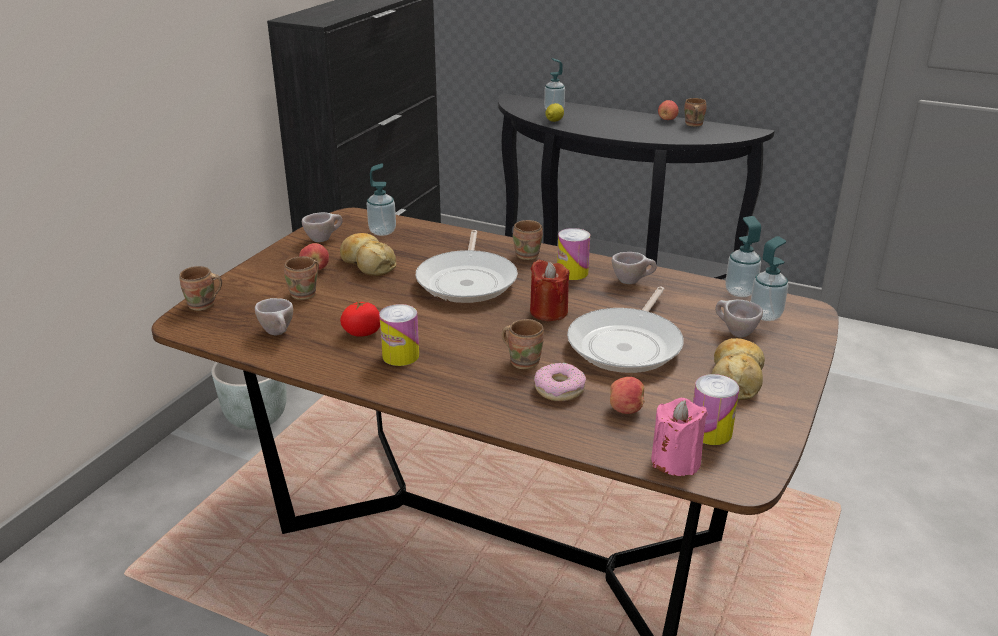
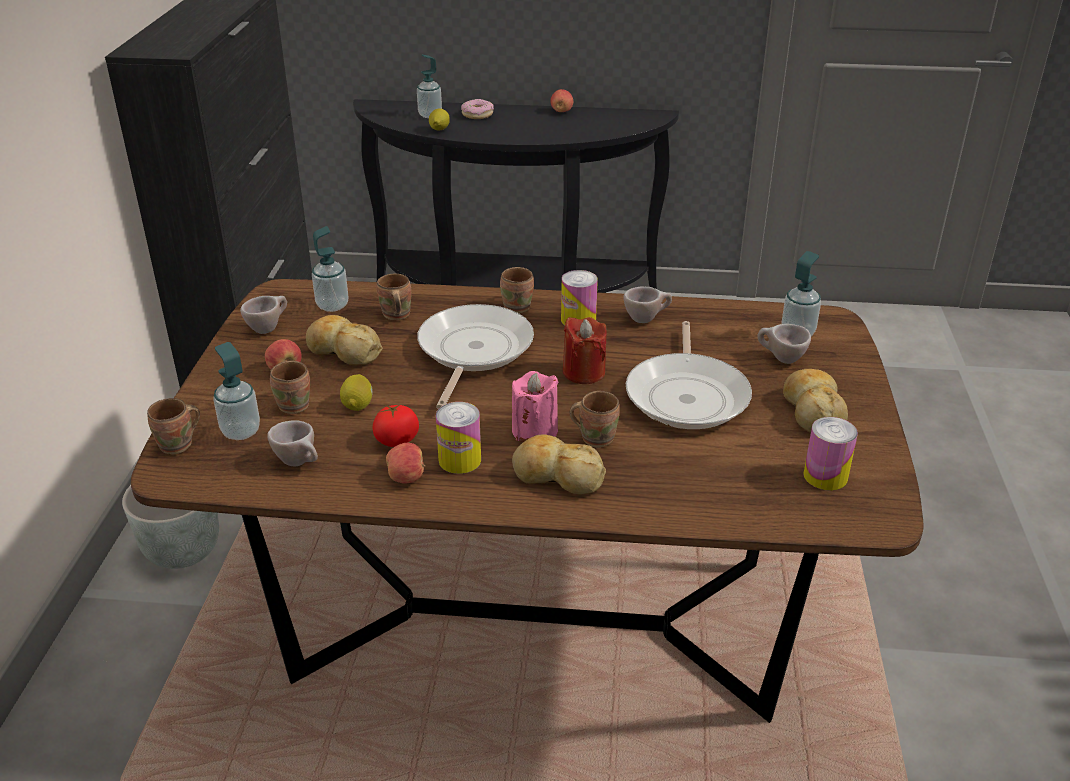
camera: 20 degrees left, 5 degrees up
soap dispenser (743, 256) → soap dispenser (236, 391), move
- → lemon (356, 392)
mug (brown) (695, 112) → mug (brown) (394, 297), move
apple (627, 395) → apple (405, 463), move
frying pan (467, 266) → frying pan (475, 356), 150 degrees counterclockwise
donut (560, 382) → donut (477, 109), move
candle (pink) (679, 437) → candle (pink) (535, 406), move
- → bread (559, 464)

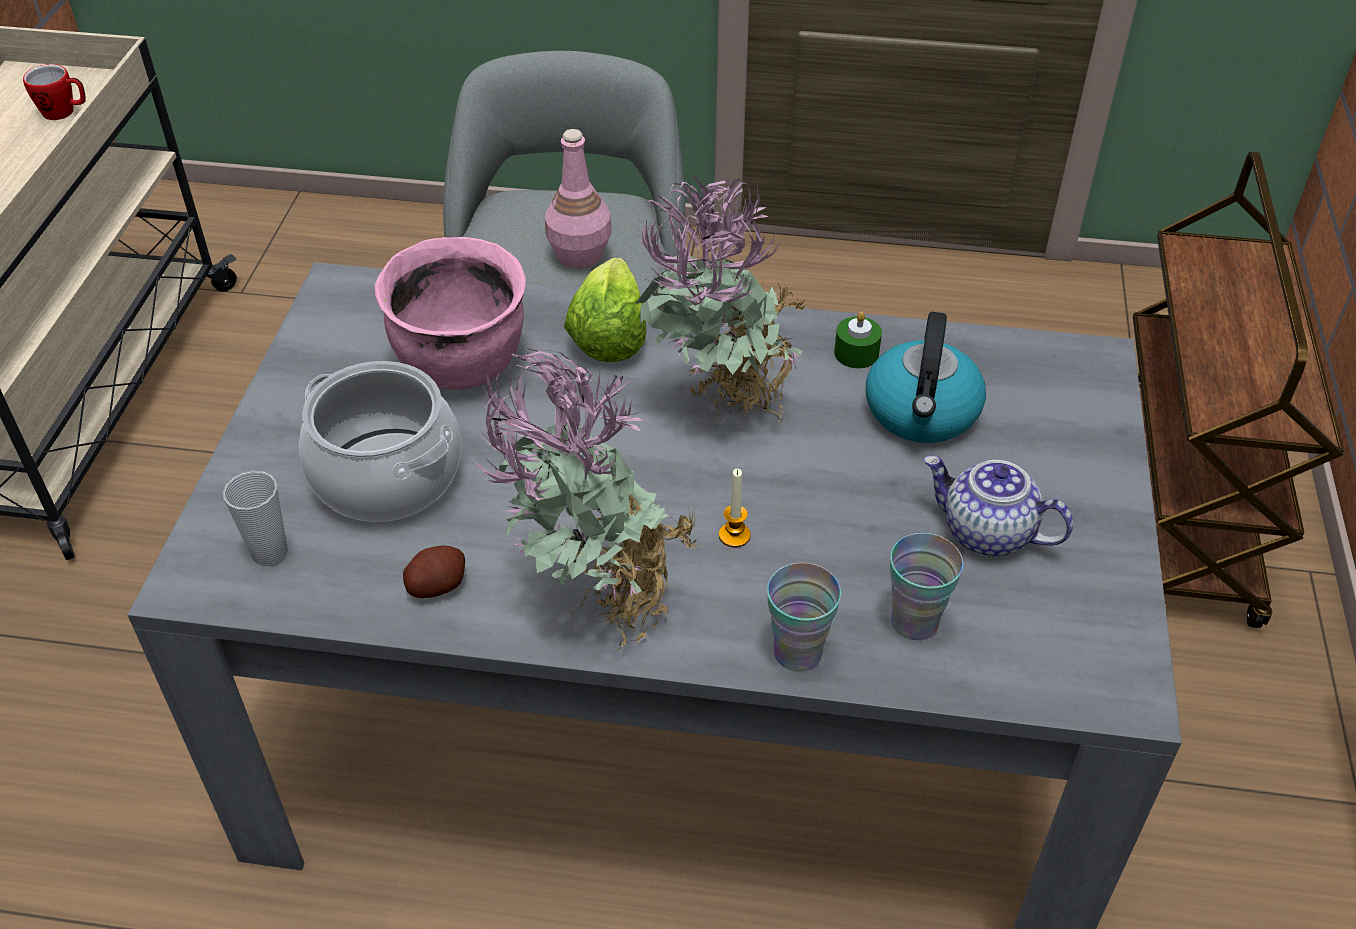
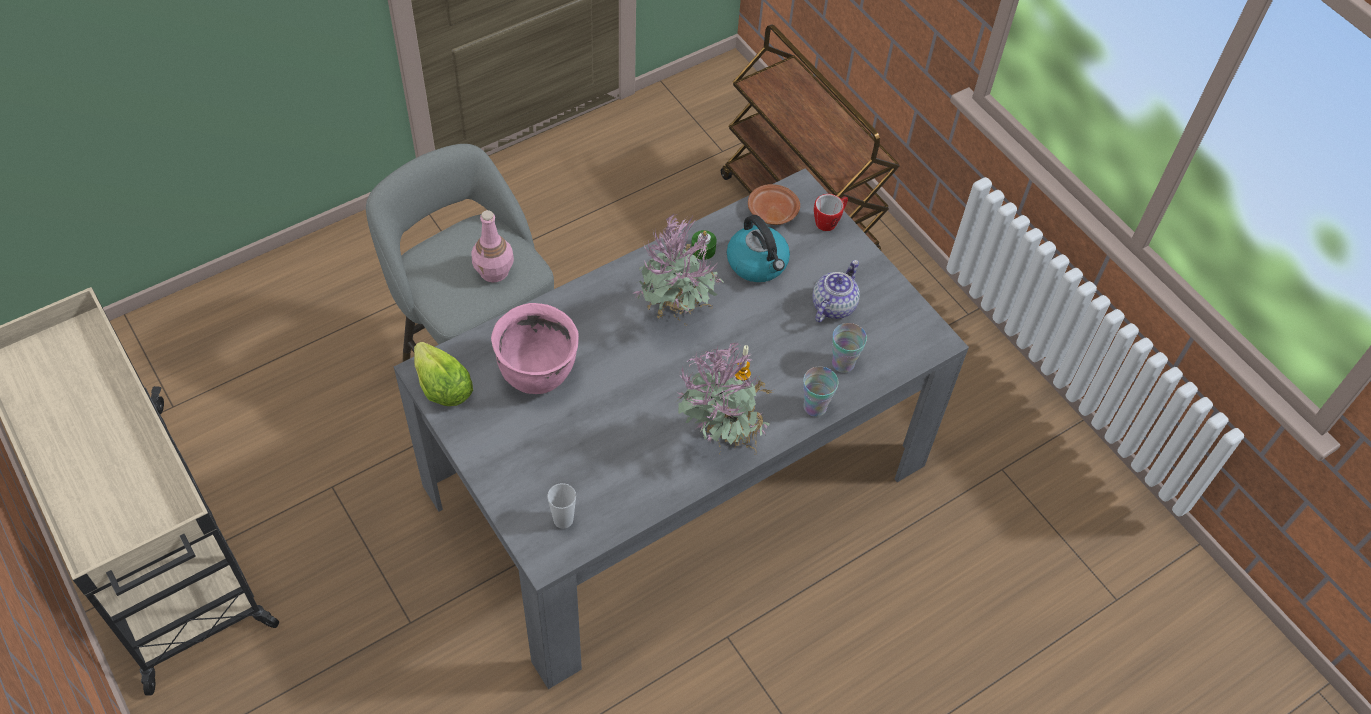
camera: 45 degrees left, 10 degrees up
lettuce (605, 310) → lettuce (443, 374), move
- → plate (brown) (774, 204)
teapot (998, 505) → teapot (836, 291), 135 degrees clockwise
mug (54, 92) → mug (831, 212), move
cooking pot (380, 441) → -
potato (434, 571) → -

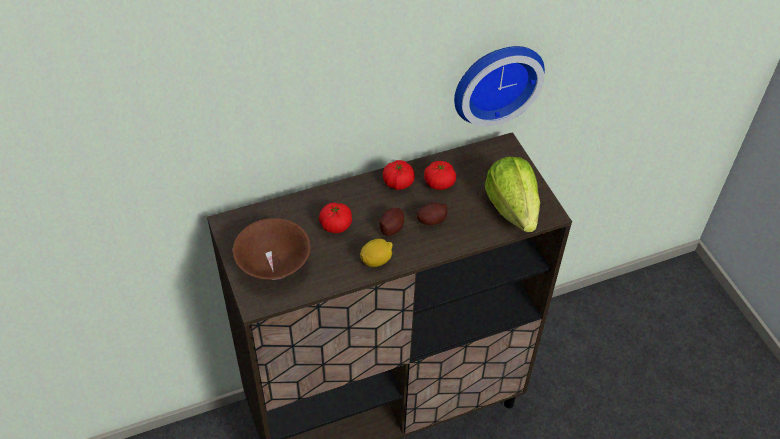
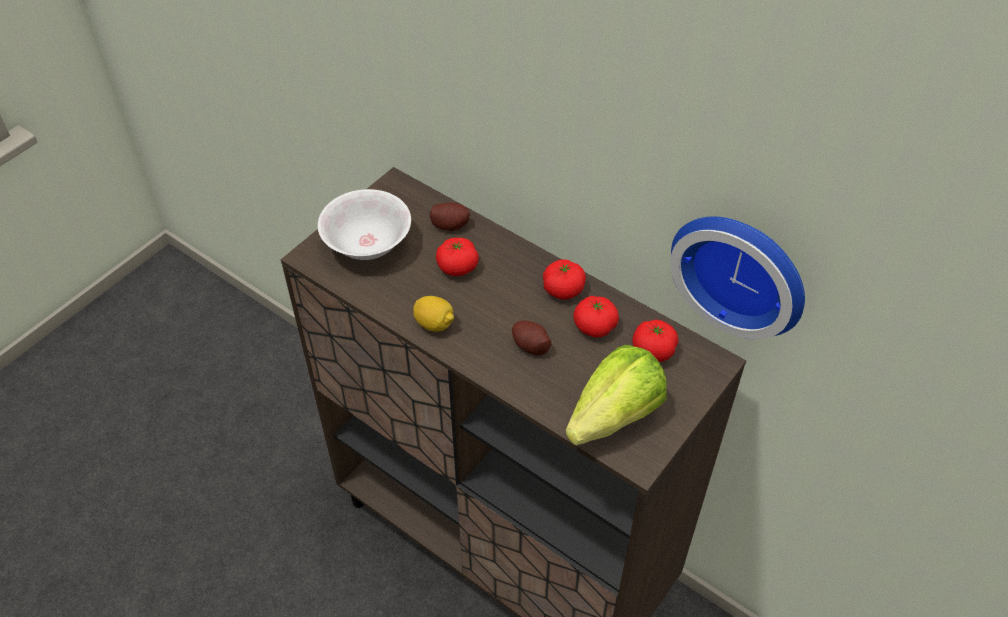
camera: 60 degrees right, 0 degrees up
bowl (brown) (272, 249) → bowl (white) (364, 224)
potato (392, 222) → potato (450, 216), move
- → tomato (655, 340)

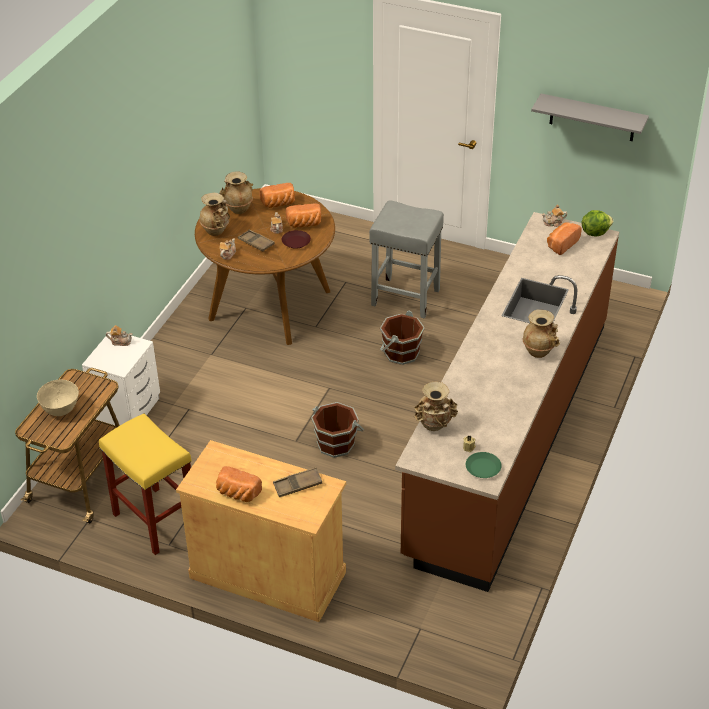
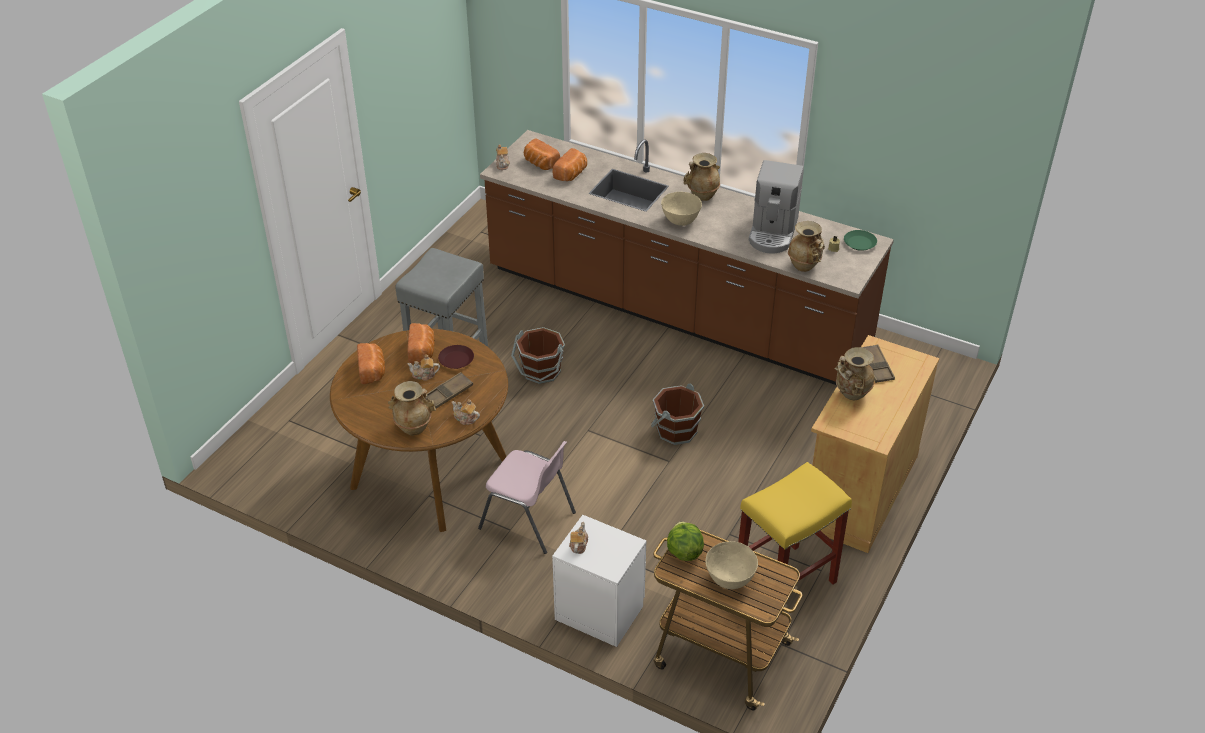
camera: 85 degrees left, 0 degrees up
- → chair (pink) (527, 497)
bread (239, 484) → bread (570, 164), move
- → bowl (beige) (681, 209)
lettuce (597, 223) → lettuce (685, 541), move
- → coffee machine (776, 206)
vase (beige) (237, 192) → vase (beige) (854, 373), move
shelf (grey) (590, 117) → -

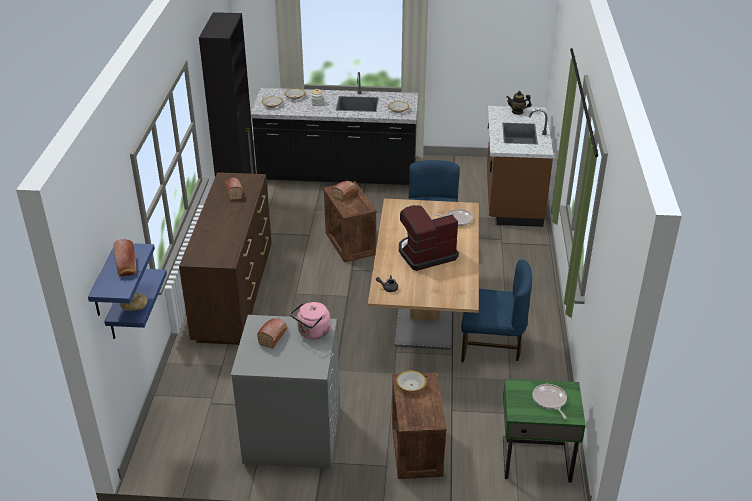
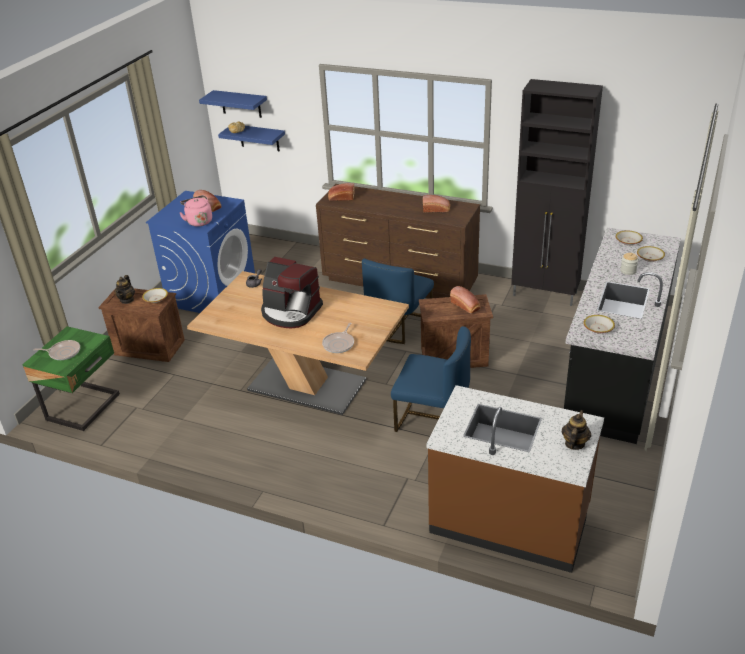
camera: 110 degrees right, 0 degrees up
- → teapot (124, 289)
washing machine (grey) (285, 392) → washing machine (blue) (200, 252)
coffee machine (429, 238) → coffee machine (292, 293), 120 degrees clockwise
bread (125, 258) → bread (341, 192), move
chair (blue) (496, 311) → chair (blue) (398, 301), move

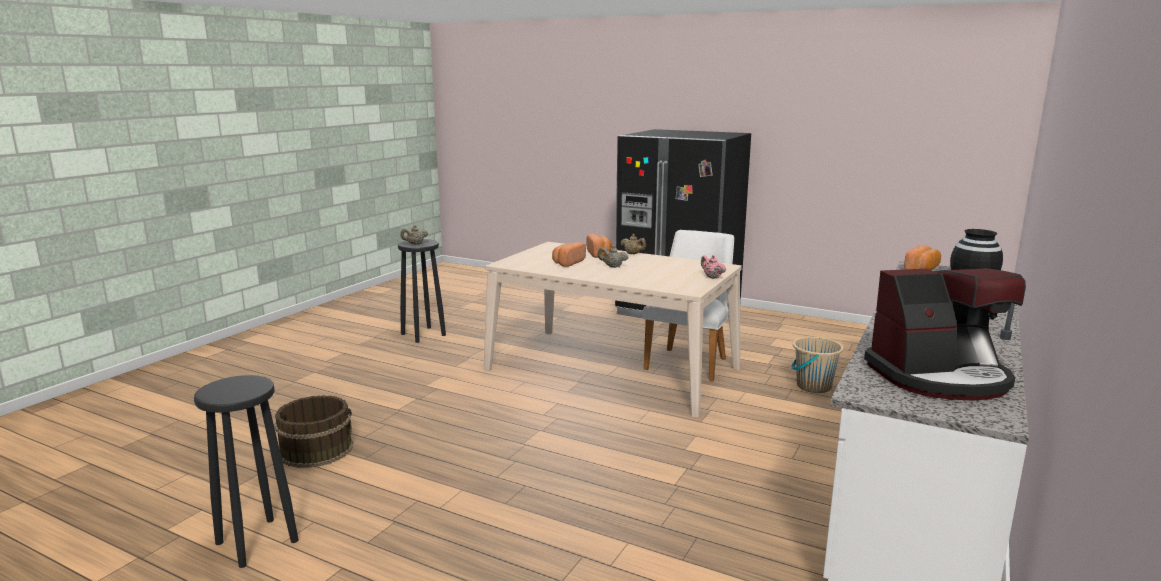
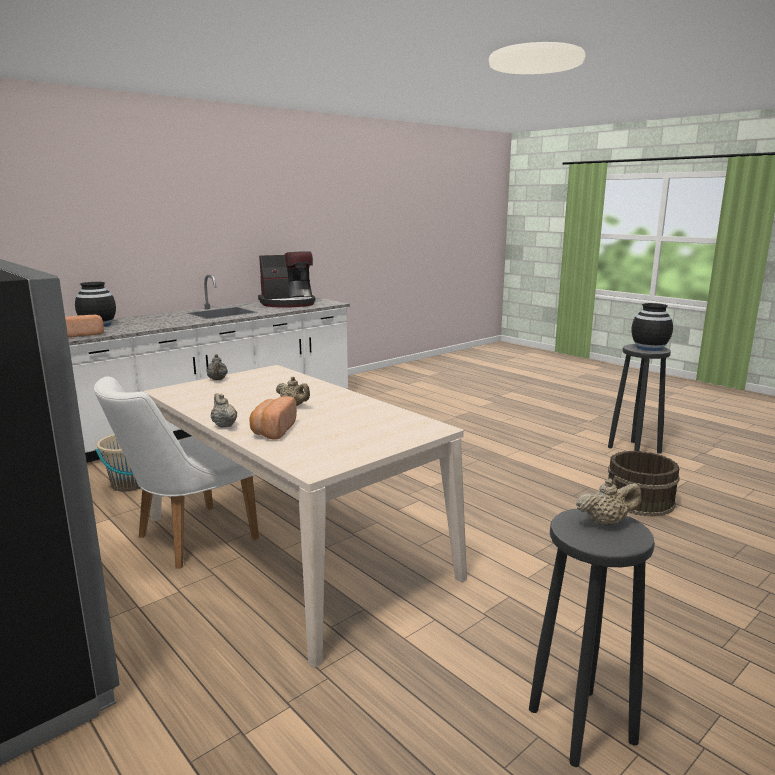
camera: 160 degrees left, 0 degrees up
teapot (pink) (713, 267) → teapot (grey) (217, 367)
coffee machine (945, 334) → coffee machine (286, 279), 150 degrees clockwise
- → vase (black) (652, 327)
bread (569, 254) → -

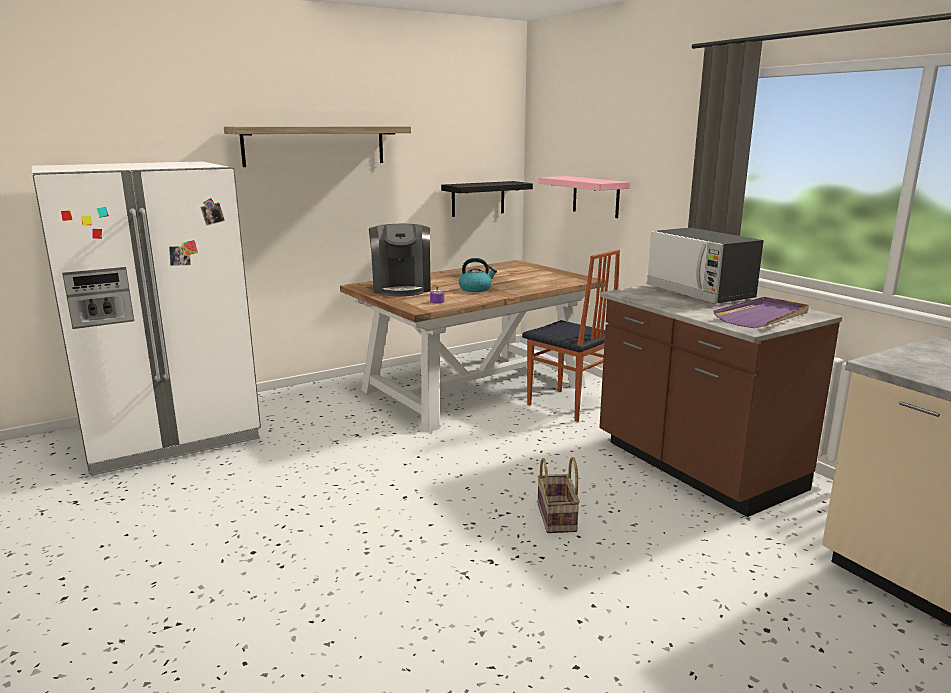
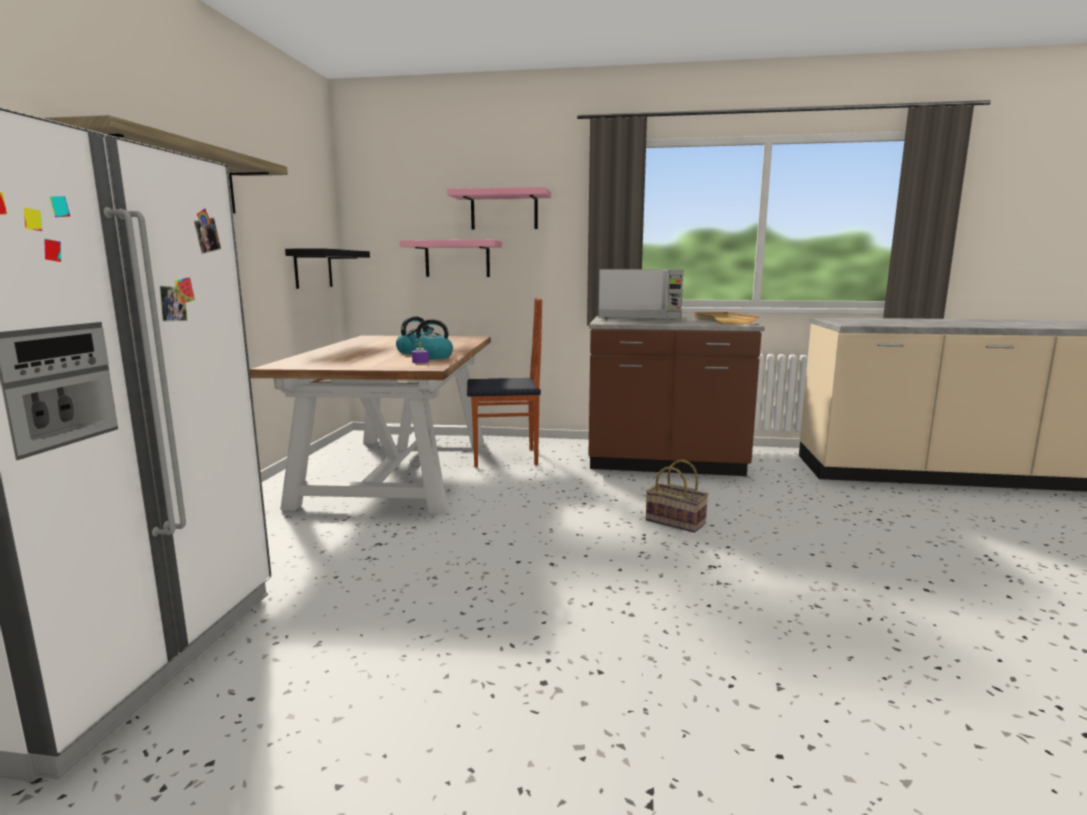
camera: 50 degrees left, 5 degrees down
- → kettle (430, 339)
- → shelf (pink) (499, 208)
tray (purple) (761, 312) → tray (beige) (726, 318)
coffee machine (400, 260) → -

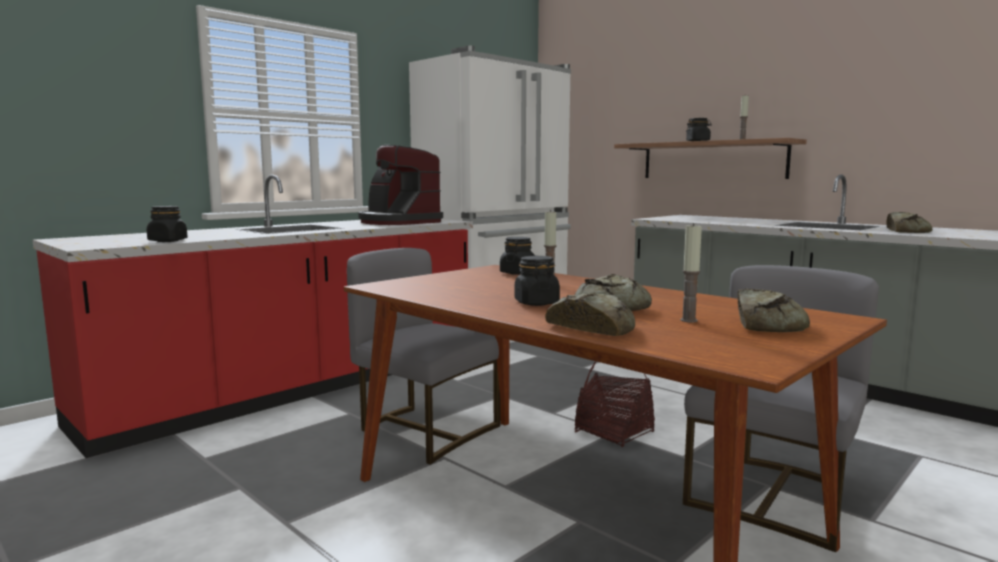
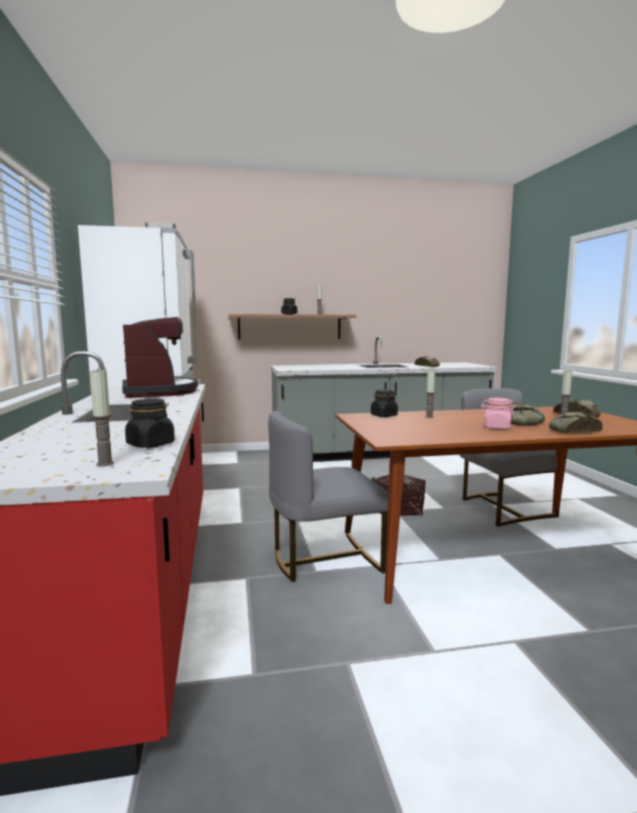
camera: 55 degrees left, 0 degrees up
- → candle (102, 417)
coffee machine (400, 185) → coffee machine (160, 357), 105 degrees counterclockwise
jar (black) (537, 281) → jar (pink) (498, 413)

